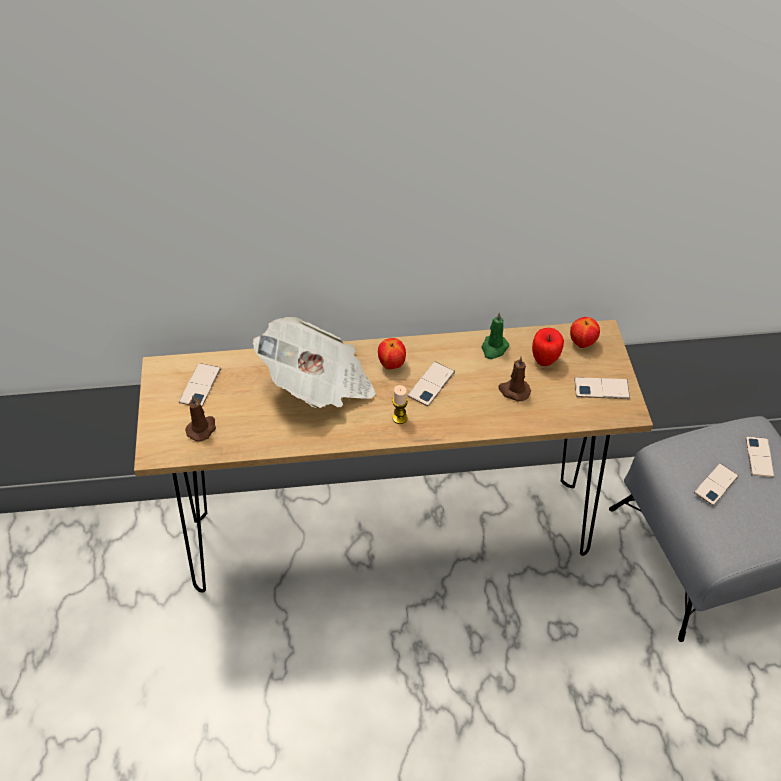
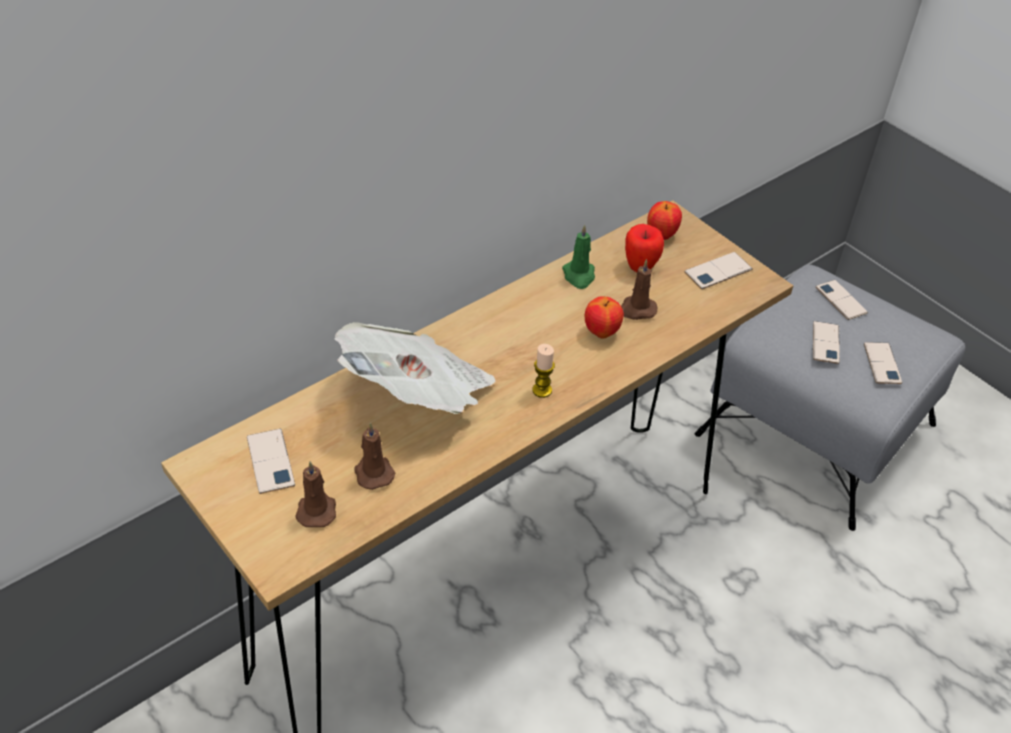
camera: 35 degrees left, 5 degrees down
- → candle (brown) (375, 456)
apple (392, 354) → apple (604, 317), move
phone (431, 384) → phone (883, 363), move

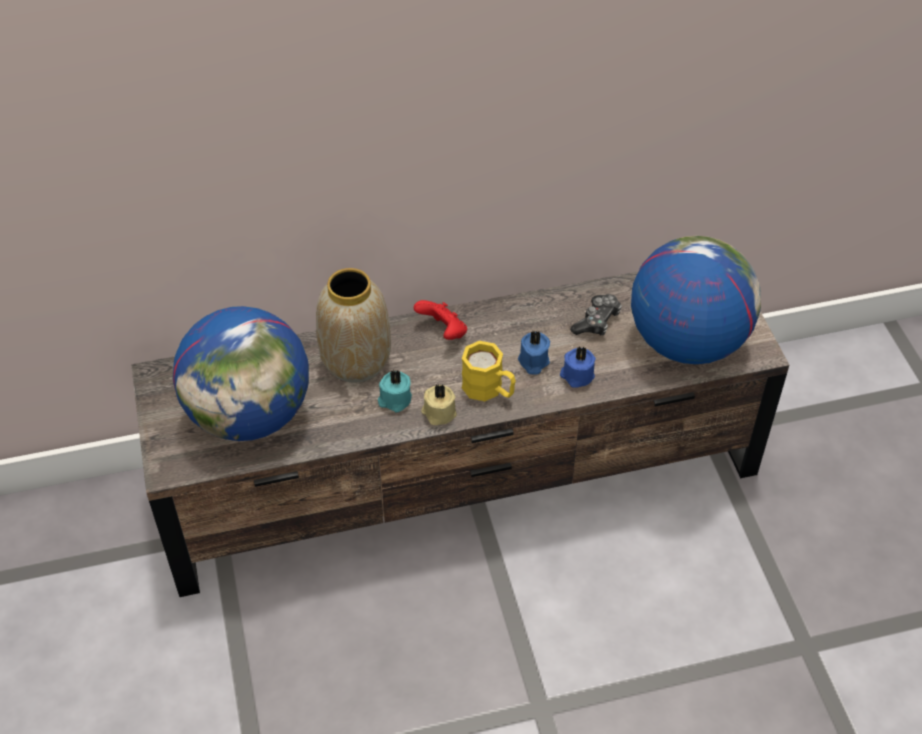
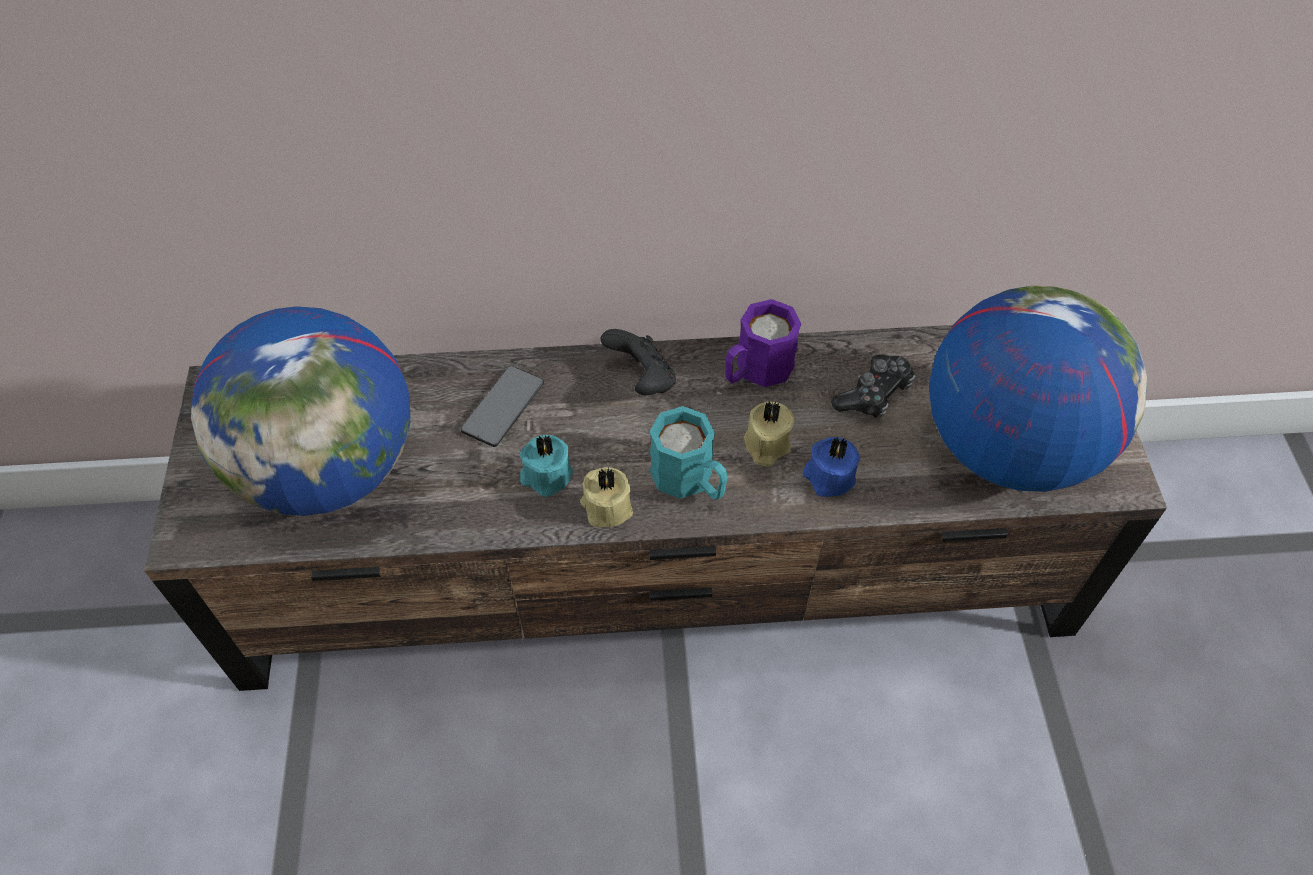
camera: 10 degrees right, 5 degrees up
vase (353, 325) → phone (502, 406)
game controller (red) (440, 320) → game controller (black) (638, 362)
mug (yellow) (489, 371) → mug (turquoise) (689, 453)
- → mug (purple) (763, 343)
candle (blue) (534, 352) → candle (beige) (769, 433)

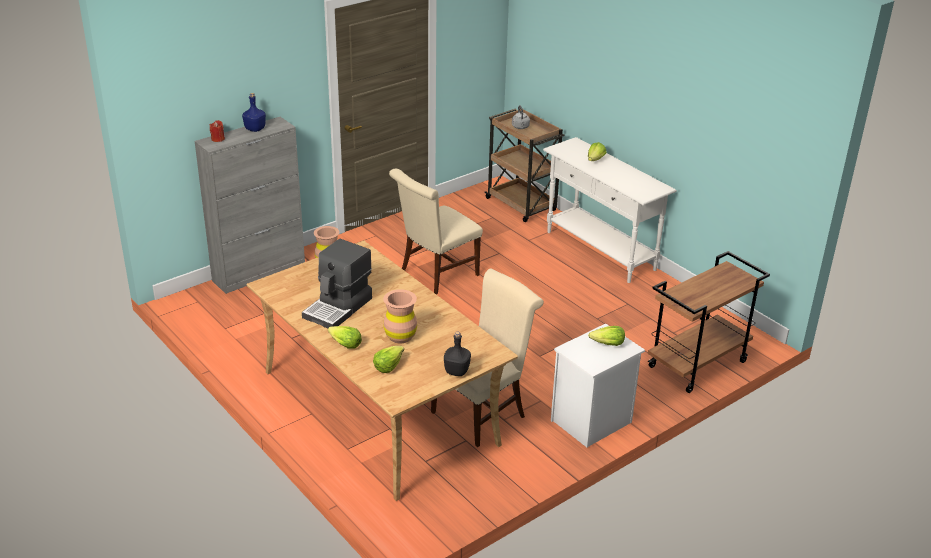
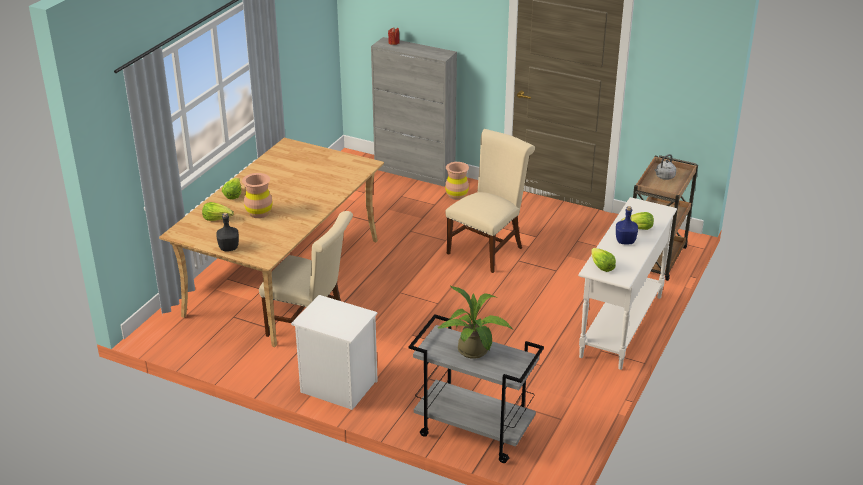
camera: 65 degrees right, 0 degrees up
cart (brown) (709, 322) → cart (grey) (476, 388)
- → potted plant (475, 322)
chair (beige) (436, 232) → chair (beige) (490, 201), 105 degrees clockwise
lettuce (606, 336) → lettuce (603, 260), move
bottle (blue) (254, 112) → bottle (blue) (627, 225), move
coffee machine (337, 283) → -

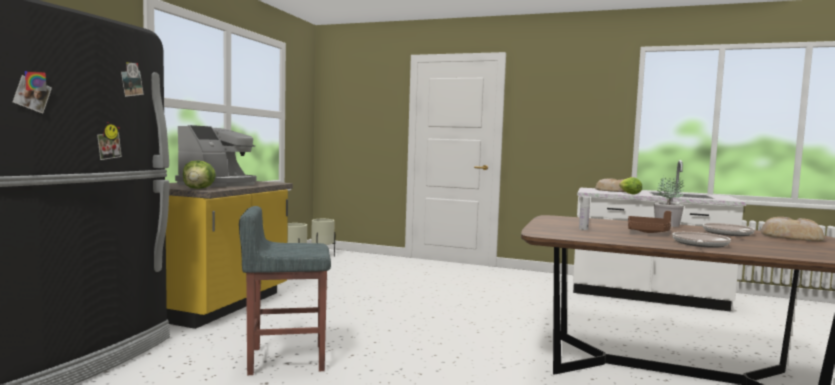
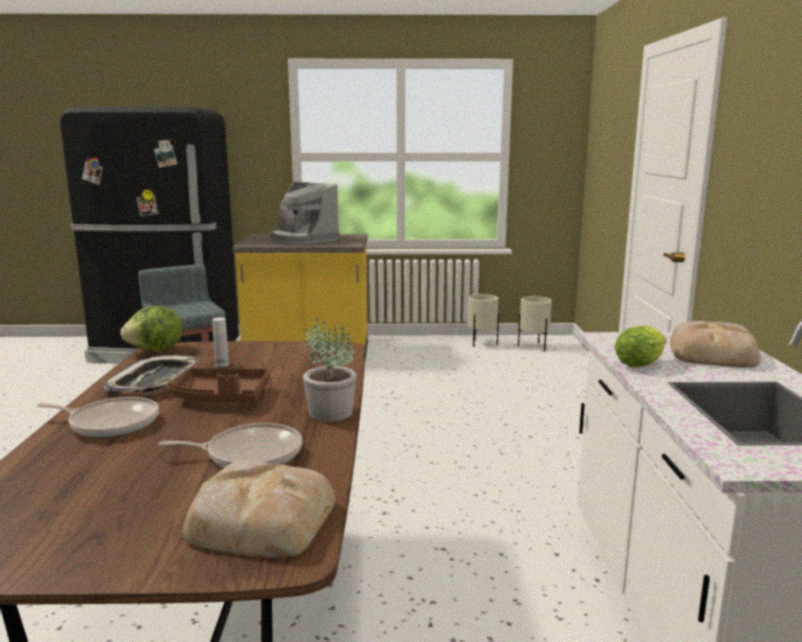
camera: 70 degrees right, 10 degrees up
- → tray (151, 373)
lettuce (199, 174) → lettuce (151, 328), move
coffee machine (216, 156) → coffee machine (305, 213), 45 degrees clockwise

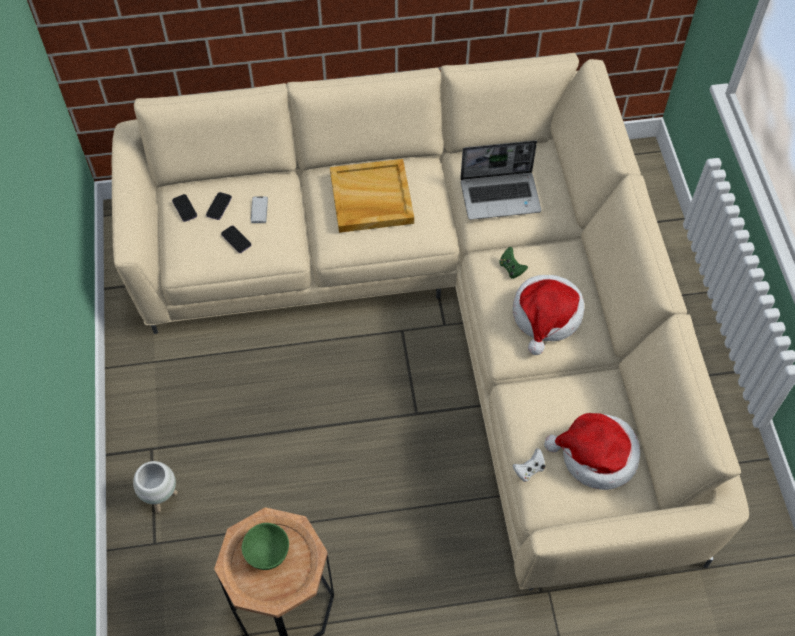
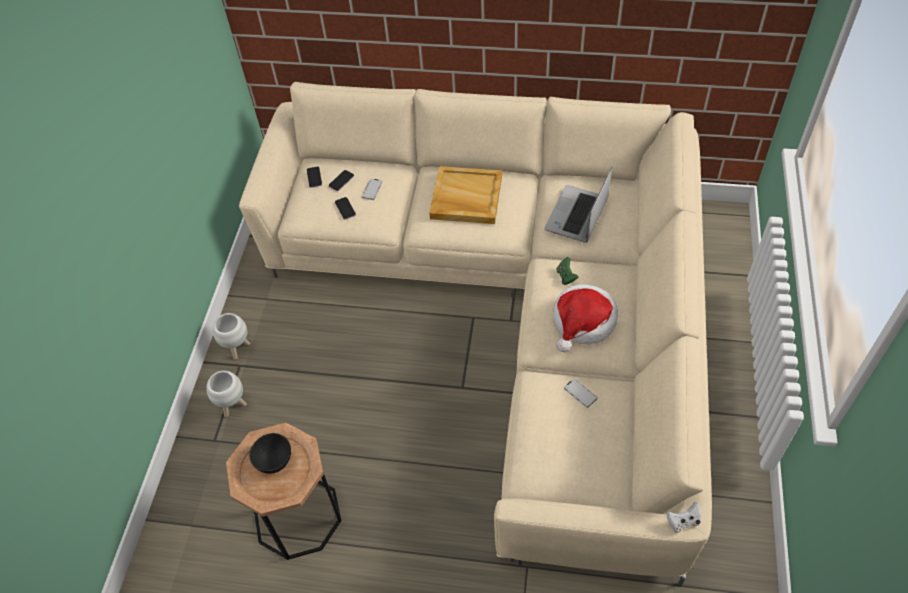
camera: 20 degrees right, 5 degrees down
- → planter (white) (231, 336)
bowl (green) (265, 546) → bowl (black) (270, 453)
laptop (500, 180) → laptop (578, 205), 105 degrees clockwise
- → phone (580, 393)
game controller (white) (528, 465) → game controller (white) (683, 517), move
hat (592, 451) → -

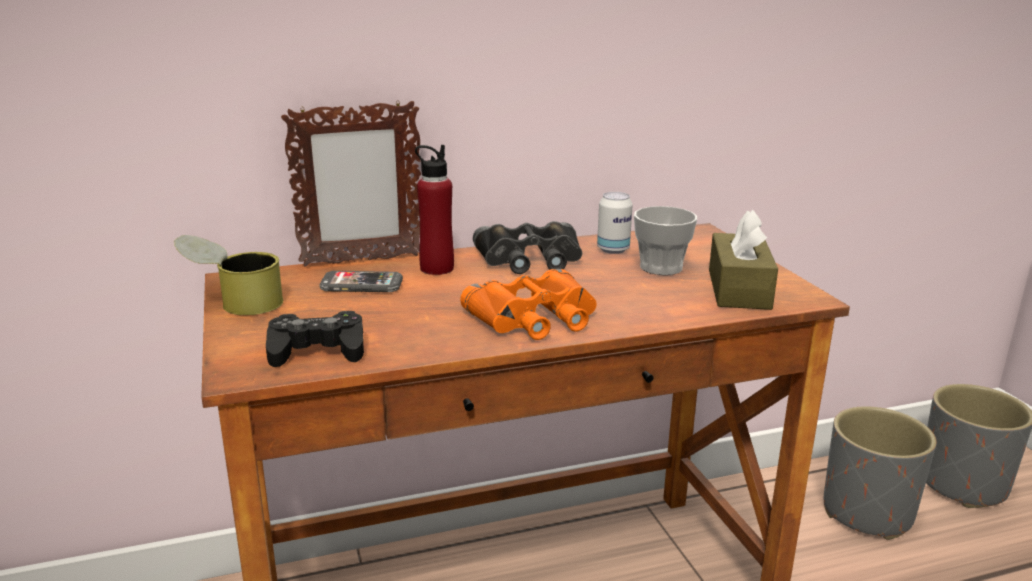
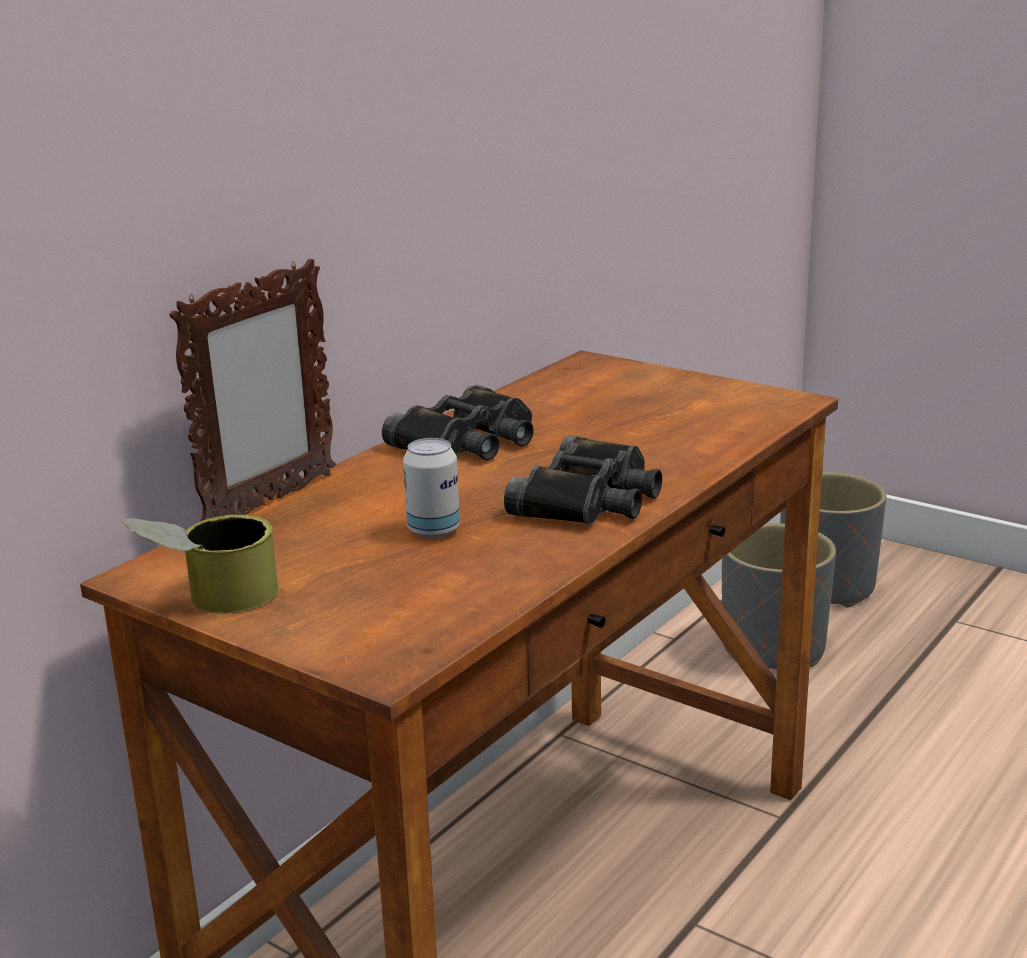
camera: 35 degrees left, 0 degrees up
can (615, 223) → can (431, 488), move
binoculars (orange) (528, 304) → binoculars (black) (583, 479)
game controller (black) (315, 339) → -
phone (361, 281) → -
bottle (red) (434, 210) → -
cup (665, 240) → -
tissue box (brown) (743, 260) → -

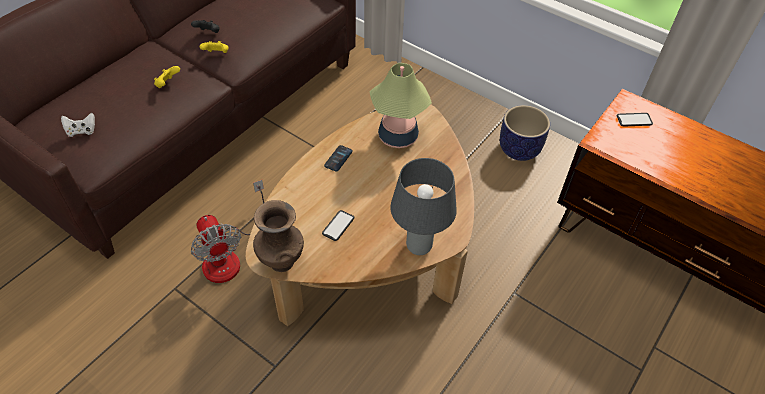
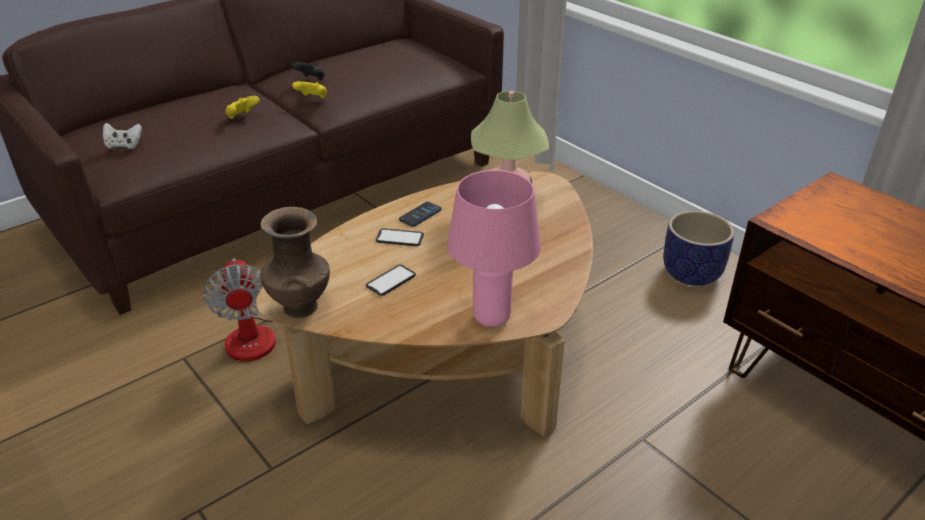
camera: 15 degrees right, 15 degrees down
phone (635, 120) → phone (400, 237), move
table lamp (grey) (423, 206) → table lamp (pink) (494, 248)

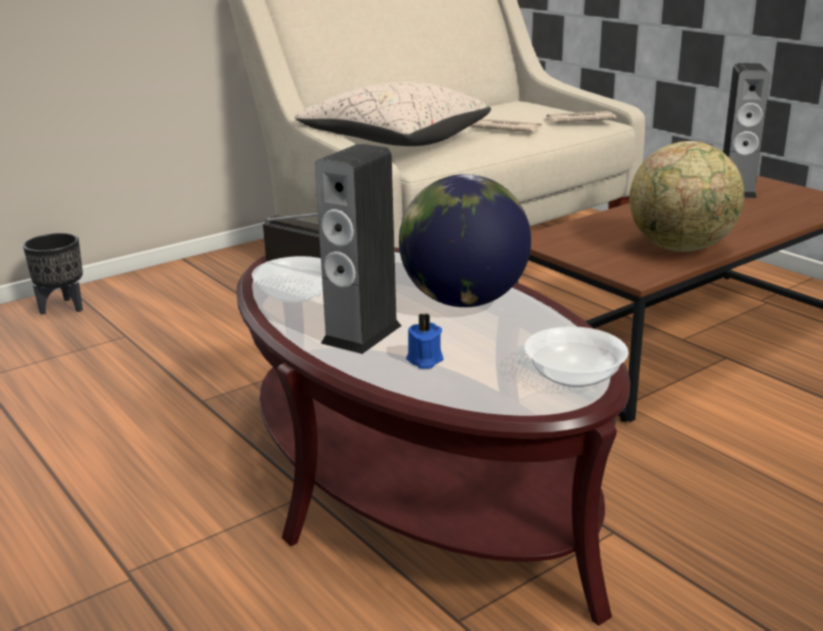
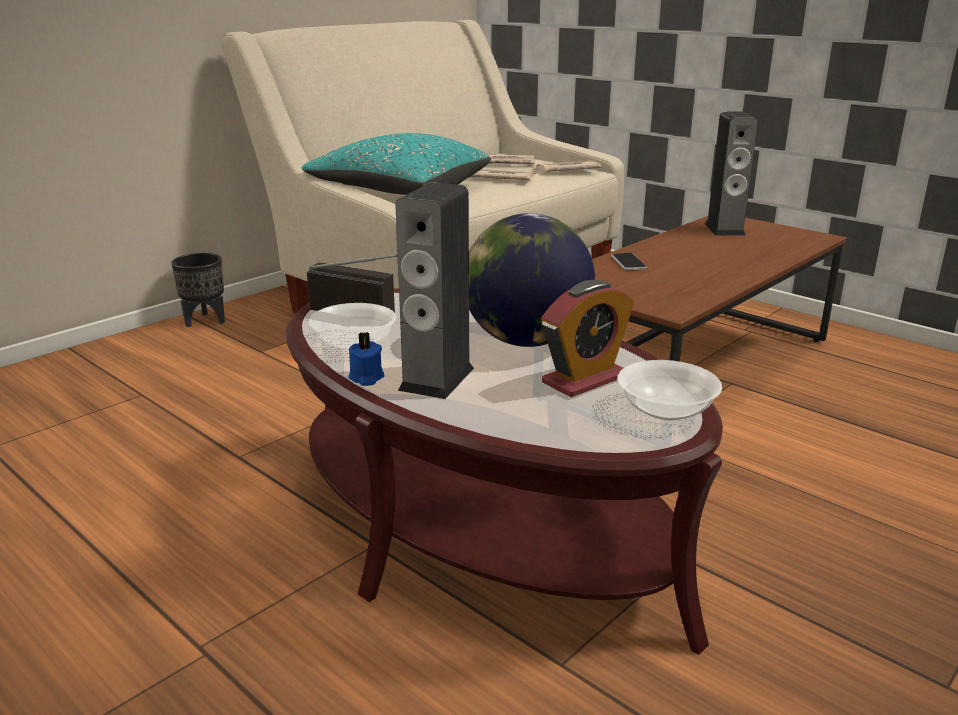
camera: 10 degrees left, 0 degrees up
planter (black) (53, 274) → planter (black) (198, 290), move
pillow (beige) (392, 113) → pillow (turquoise) (396, 164)
candle (blue) (425, 341) → candle (blue) (366, 359), move
- → newspaper (512, 161)
- → alarm clock (587, 338)
- → phone (629, 261)
globe (686, 196) → -

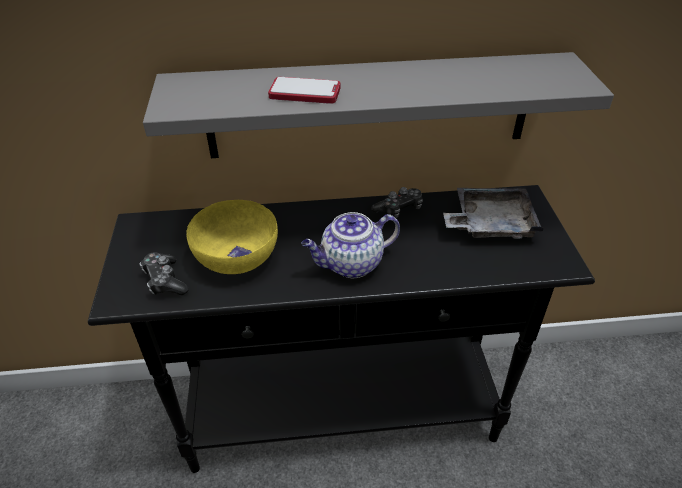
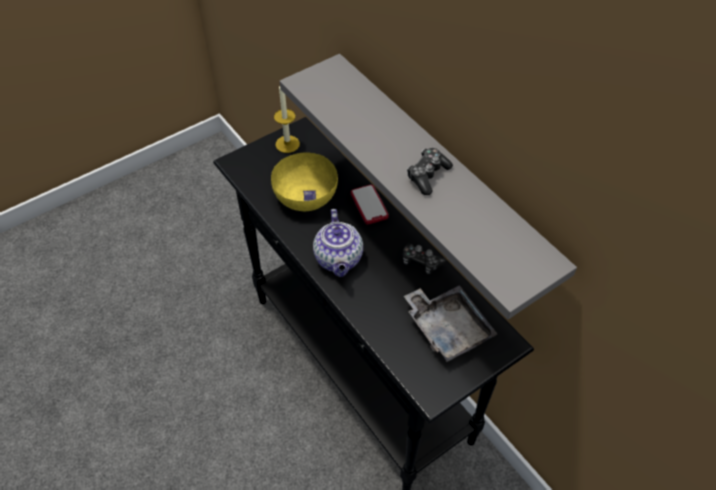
camera: 60 degrees right, 10 degrees up
- → candle (287, 119)
teapot (350, 245) → teapot (338, 243), 135 degrees counterclockwise
phone (304, 90) → phone (370, 204), move
game controller (164, 273) → game controller (430, 171), move

